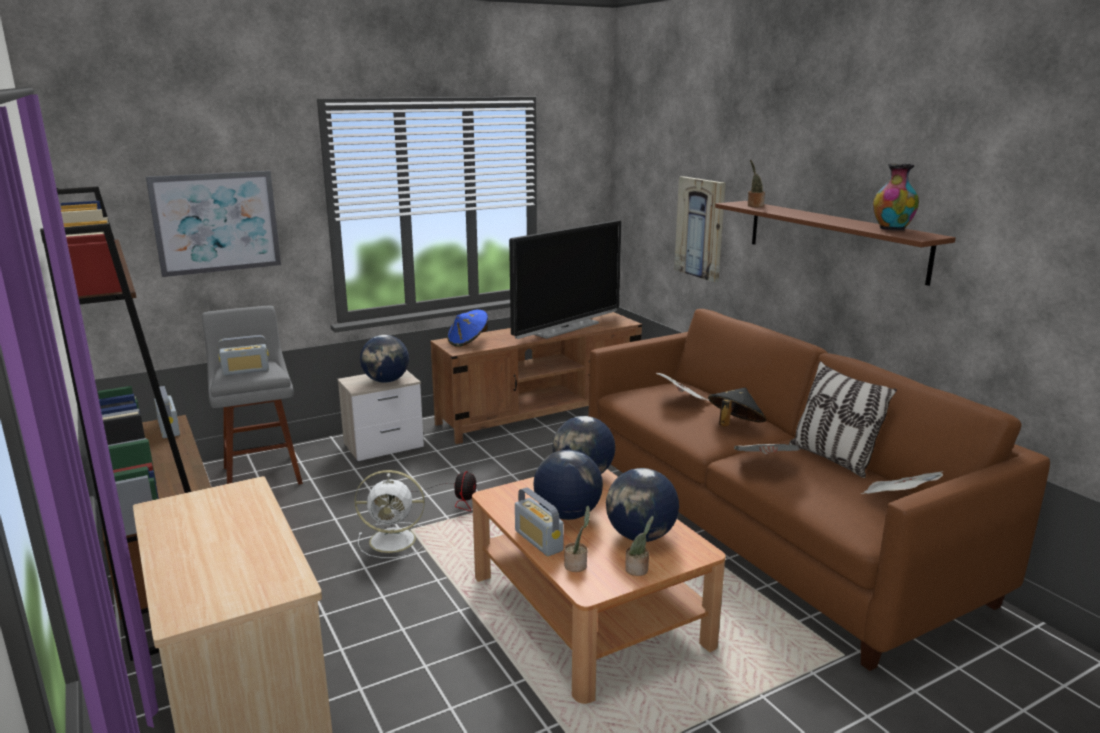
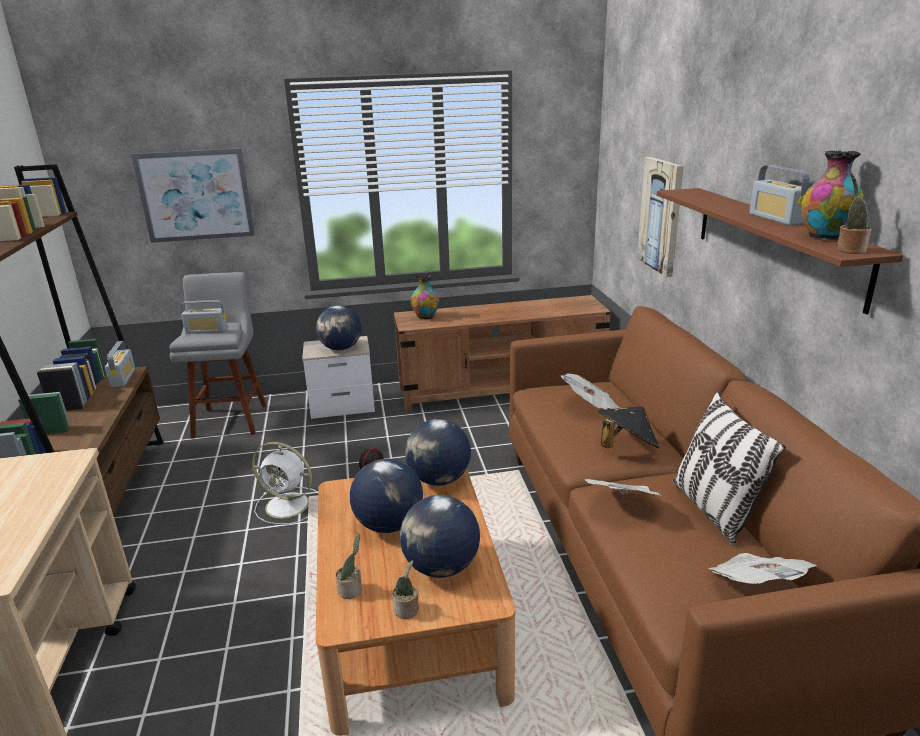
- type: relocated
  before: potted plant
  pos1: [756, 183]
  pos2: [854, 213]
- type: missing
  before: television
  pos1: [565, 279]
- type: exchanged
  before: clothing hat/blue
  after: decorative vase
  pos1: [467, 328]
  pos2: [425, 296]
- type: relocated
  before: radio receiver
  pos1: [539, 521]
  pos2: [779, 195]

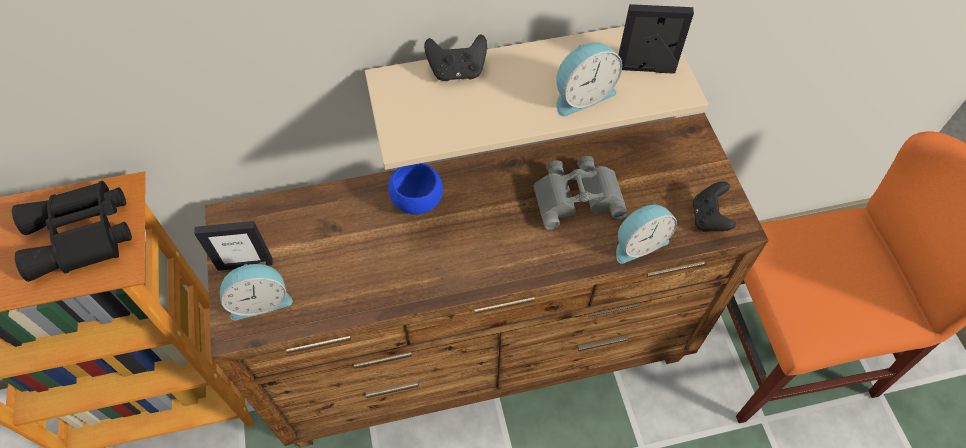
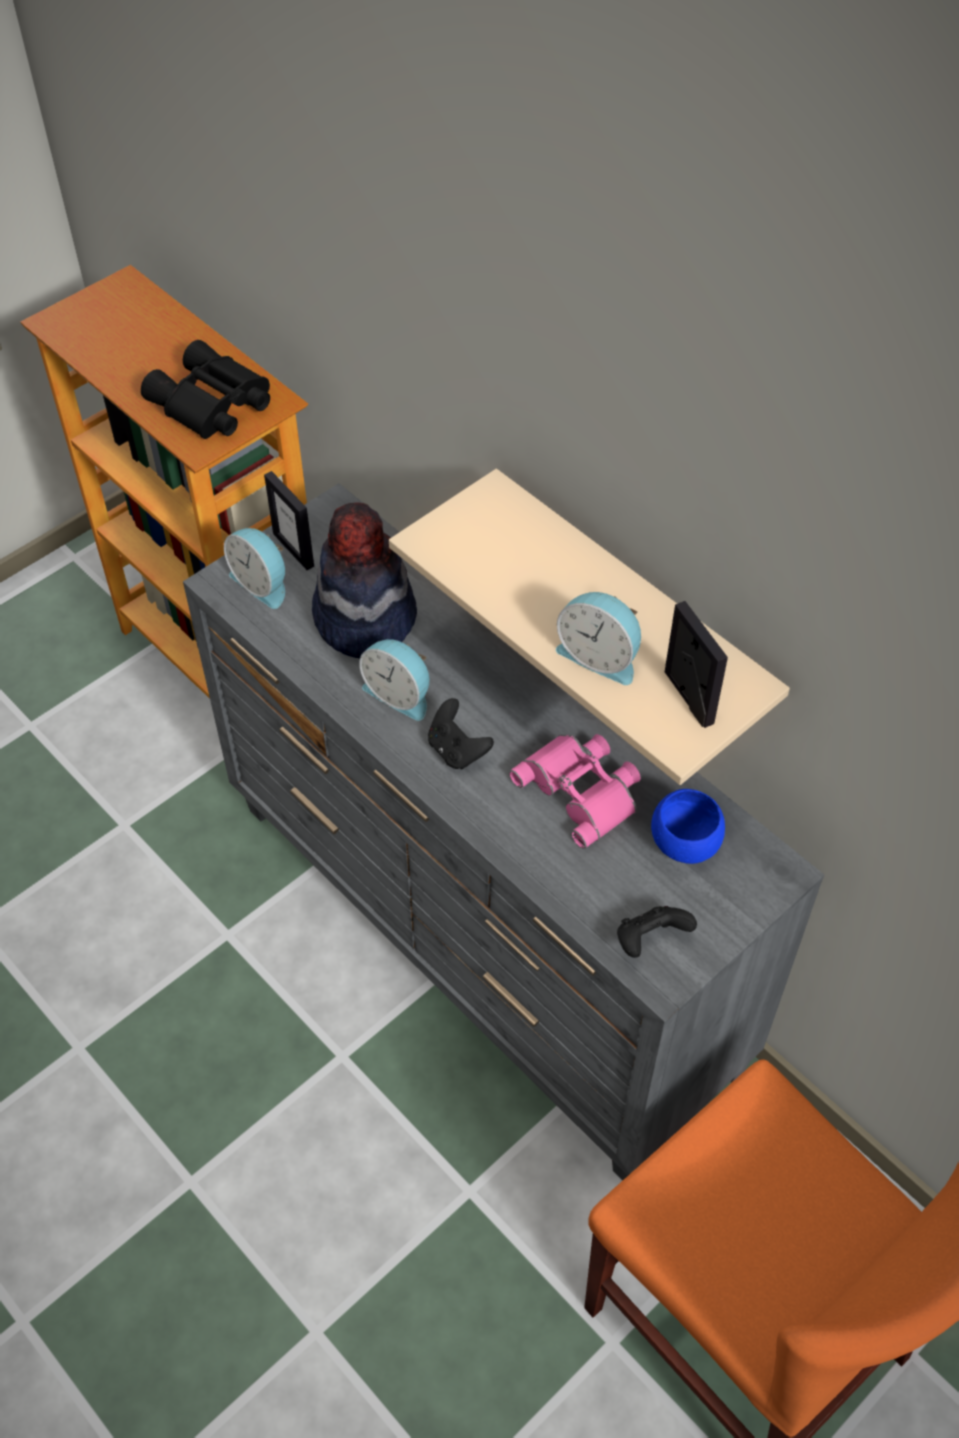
- type: relocated
  before: gamepad/blackish
  pos1: [455, 57]
  pos2: [461, 733]
- type: colour
  before: dresser/brown
  after: dresser/greyish
  pos1: [487, 280]
  pos2: [503, 831]
- type: colour
  before: field glasses/greyish
  after: field glasses/pinkish
  pos1: [580, 193]
  pos2: [575, 791]
- type: relocated
  before: bowl/blue
  pos1: [415, 189]
  pos2: [688, 826]
- type: relocated
  before: bedside clock
  pos1: [646, 233]
  pos2: [394, 680]
- type: appeared
  after: clothing hat
  pos2: [364, 580]

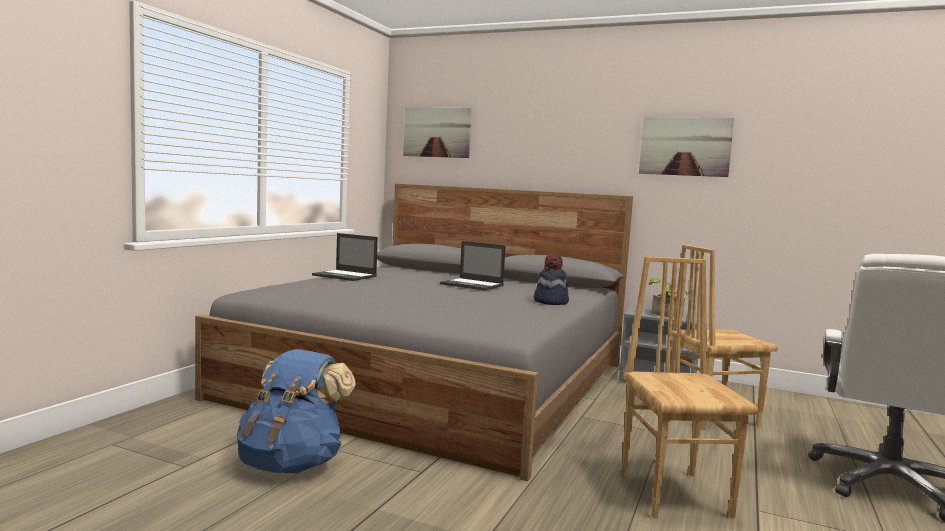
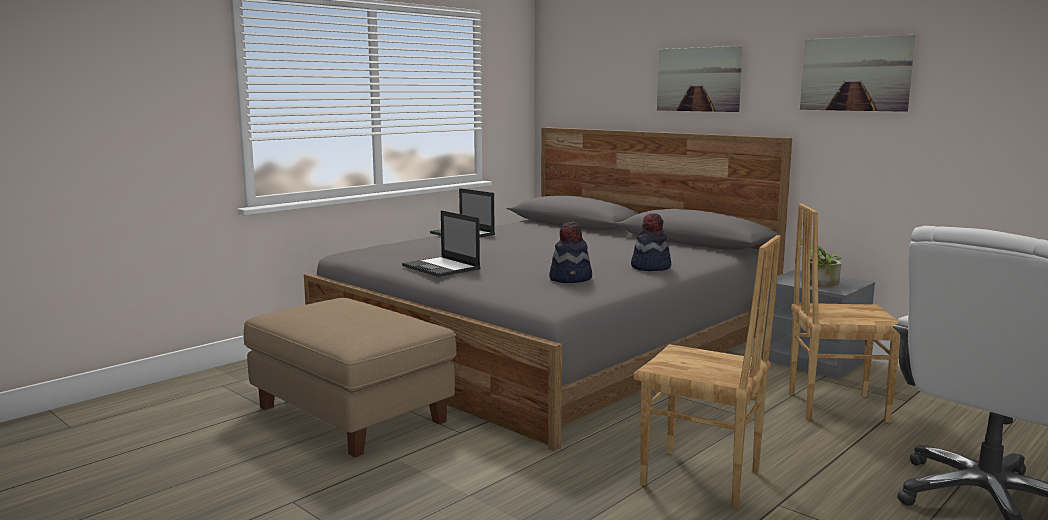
- type: relocated
  before: wall art
  pos1: [437, 132]
  pos2: [700, 79]
- type: relocated
  before: laptop
  pos1: [473, 266]
  pos2: [441, 243]
- type: spun
  before: upright chair/brown
  pos1: [690, 387]
  pos2: [707, 372]
  turn: 105
- type: exchanged
  before: backpack/blue
  after: ottoman/beige-coloured
  pos1: [296, 411]
  pos2: [350, 377]
- type: appeared
  after: clothing hat
  pos2: [570, 252]

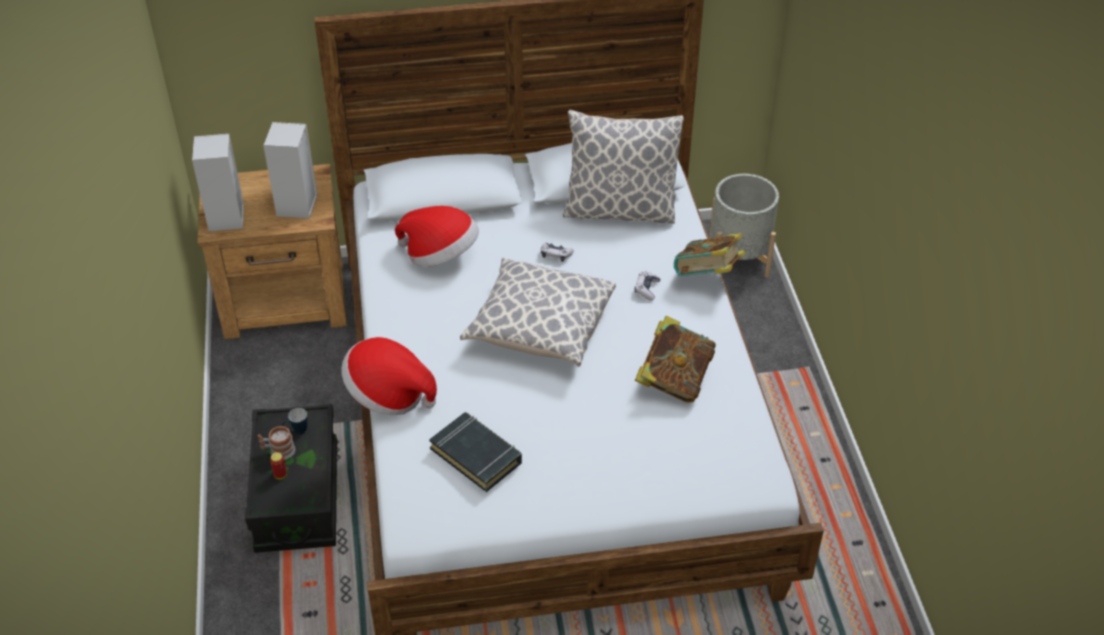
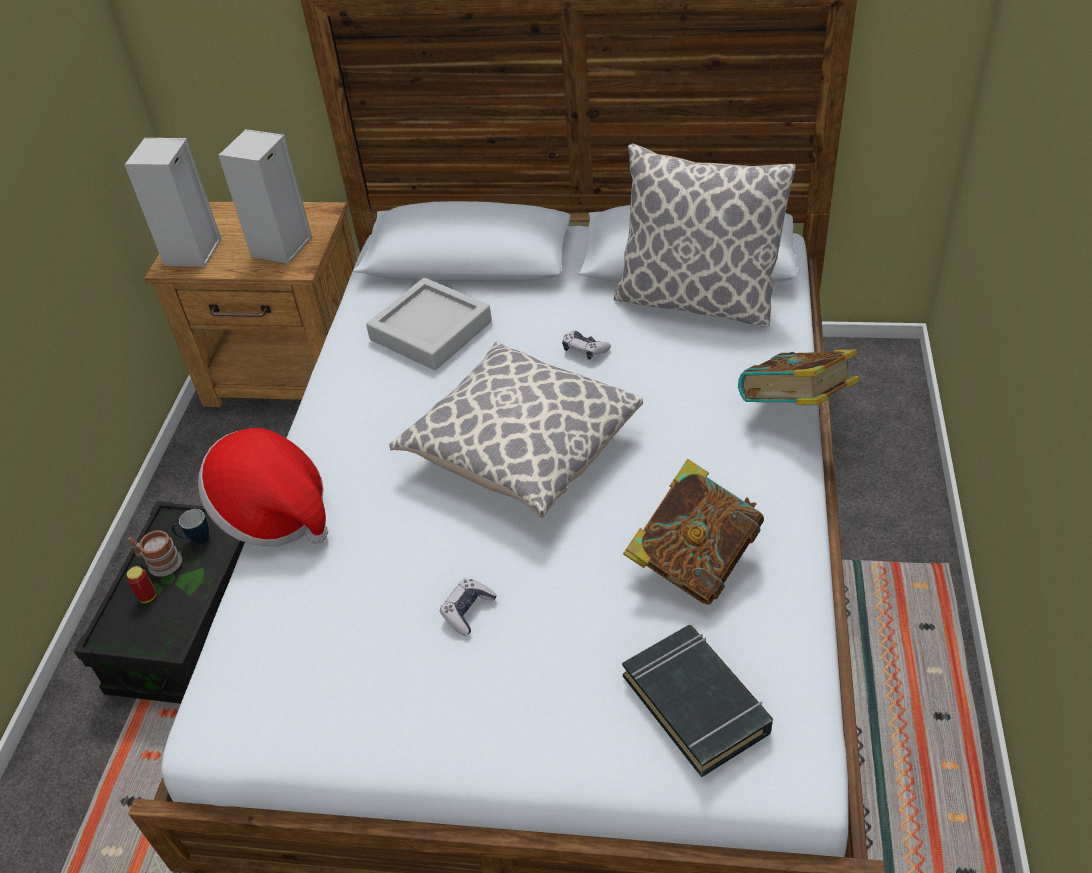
- type: missing
  before: planter/greyish
  pos1: [744, 225]
- type: exchanged
  before: clothing hat
  after: carrying tray/greyish
  pos1: [437, 236]
  pos2: [429, 324]
- type: relocated
  before: gamepad
  pos1: [647, 286]
  pos2: [468, 607]
- type: relocated
  before: bound book/blackish
  pos1: [475, 452]
  pos2: [697, 701]

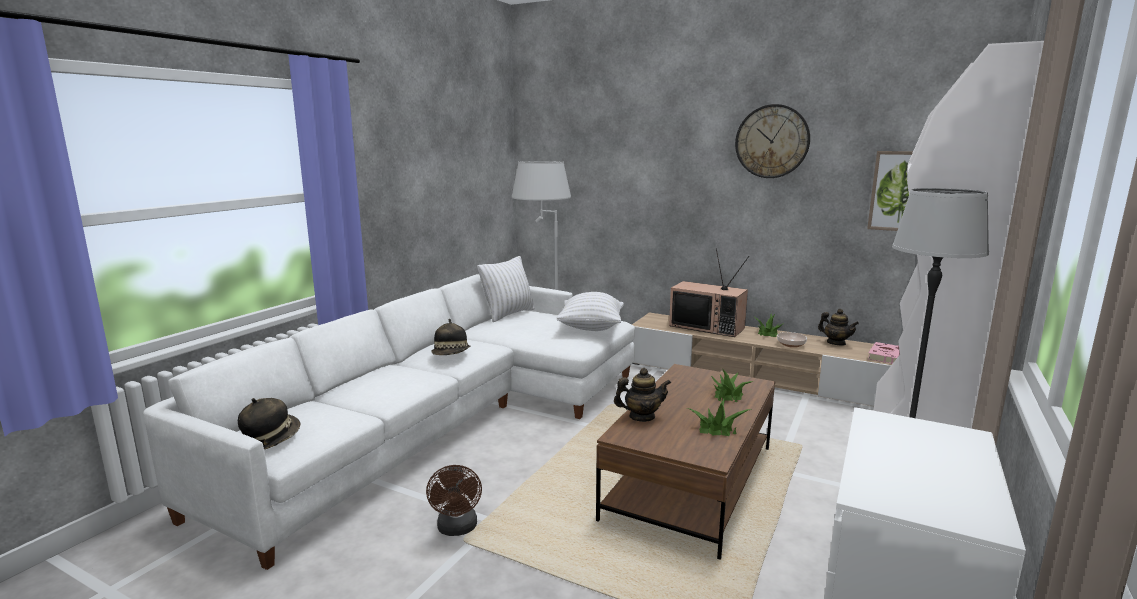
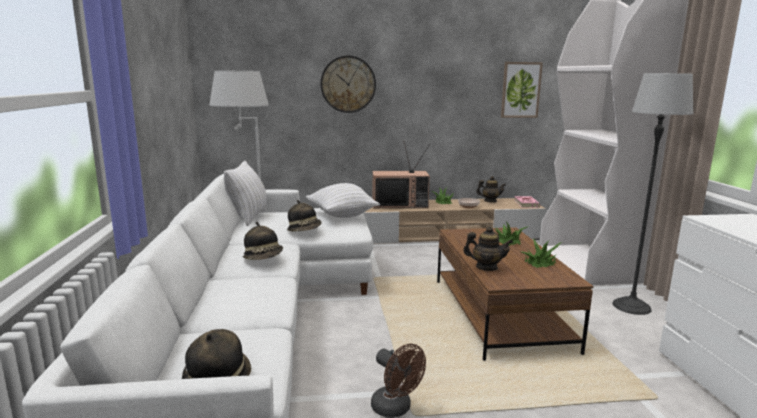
- type: relocated
  before: clock on the wall
  pos1: [772, 141]
  pos2: [348, 84]
- type: spun
  before: tea pot
  pos1: [642, 395]
  pos2: [488, 248]
  turn: 60
- type: appeared
  after: clothing hat
  pos2: [304, 216]

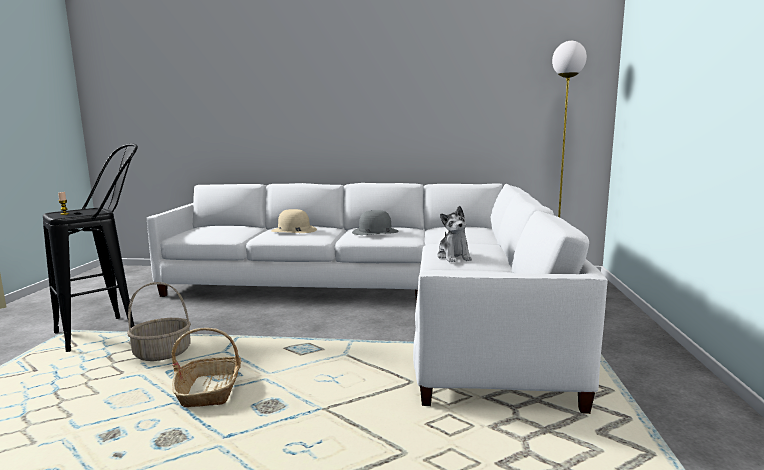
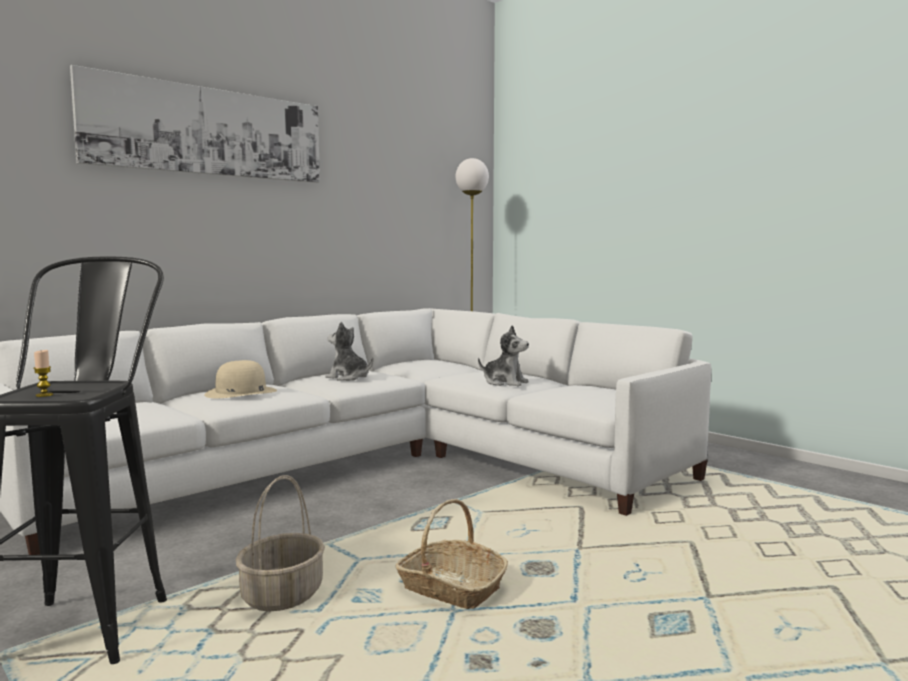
- type: exchanged
  before: clothing hat/greyish
  after: soft toy
  pos1: [375, 222]
  pos2: [349, 351]
- type: appeared
  after: wall art
  pos2: [195, 124]

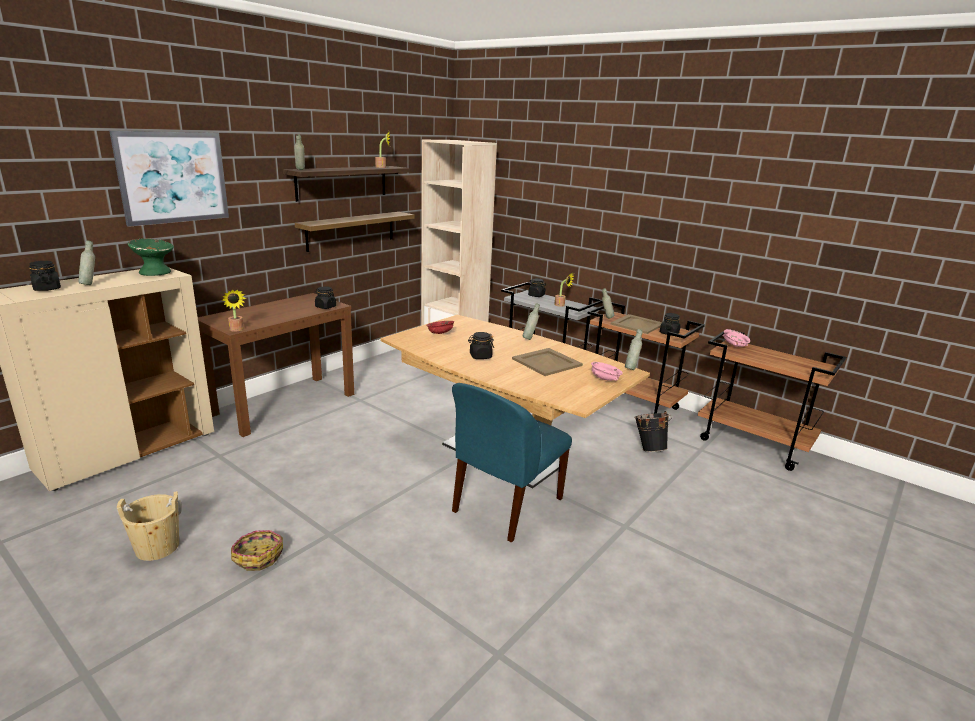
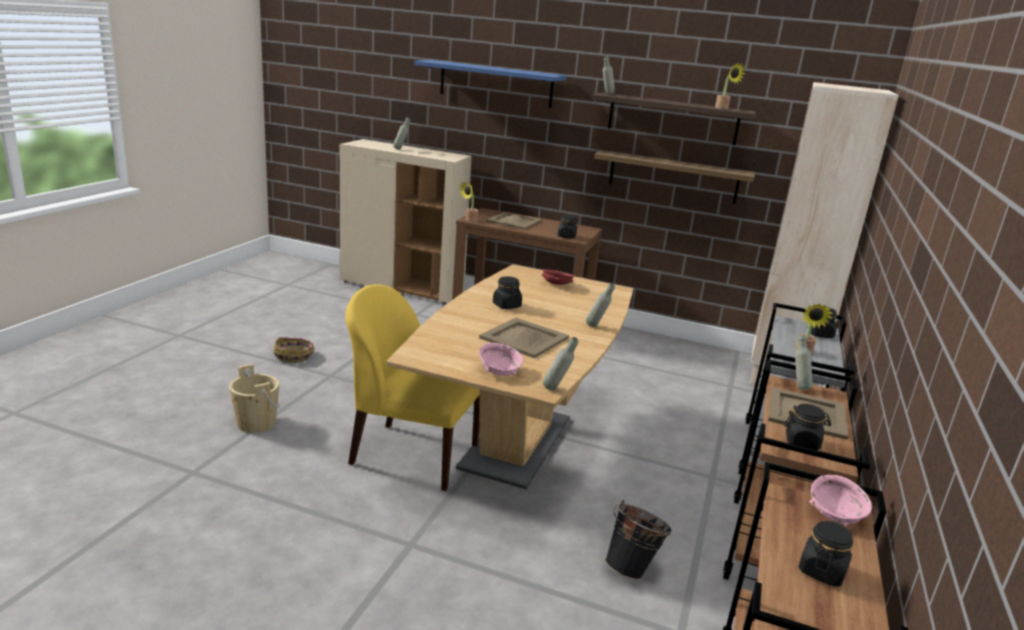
- type: exchanged
  before: wall art
  after: bracket shelf/blue
  pos1: [169, 179]
  pos2: [490, 84]
- type: missing
  before: bowl/green
  pos1: [150, 257]
- type: relocated
  before: storage jar/blackish
  pos1: [45, 276]
  pos2: [825, 554]
- type: colour
  before: upright chair/blue
  after: upright chair/yellowish
  pos1: [512, 463]
  pos2: [412, 388]
- type: relocated
  before: water bucket/beige-coloured
  pos1: [149, 526]
  pos2: [254, 398]
- type: appeared
  after: carrying tray/beige-coloured
  pos2: [514, 221]

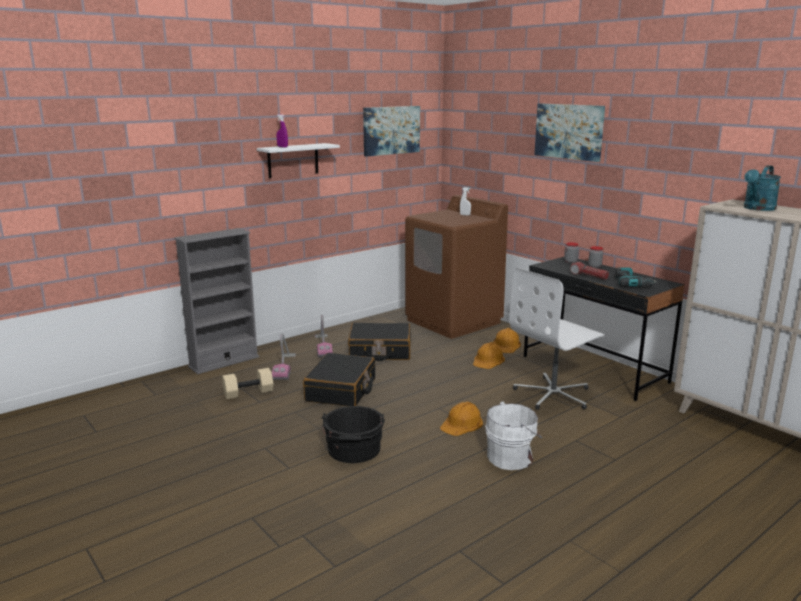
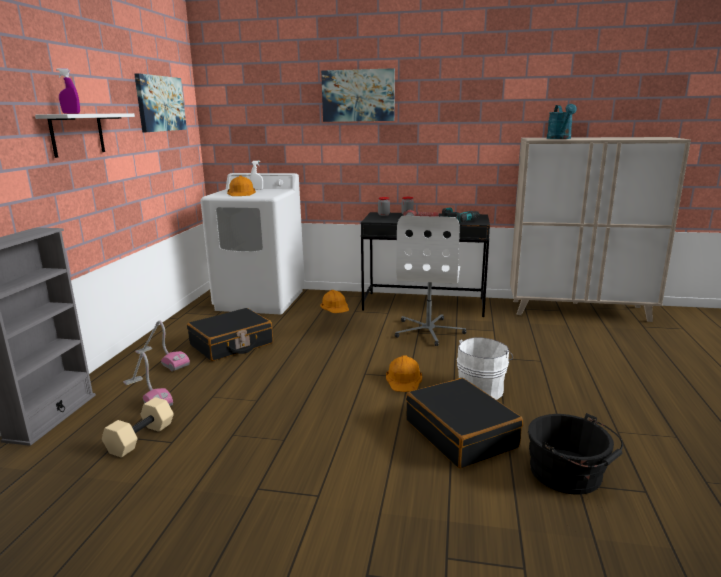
- type: colour
  before: laundry machine/brown
  after: laundry machine/white
  pos1: [456, 267]
  pos2: [253, 243]
- type: relocated
  before: hard hat/orangey
  pos1: [489, 355]
  pos2: [241, 186]
- type: relocated
  before: piece of luggage/blackish
  pos1: [339, 379]
  pos2: [464, 423]
- type: relocated
  before: water bucket/blackish
  pos1: [353, 434]
  pos2: [575, 454]

